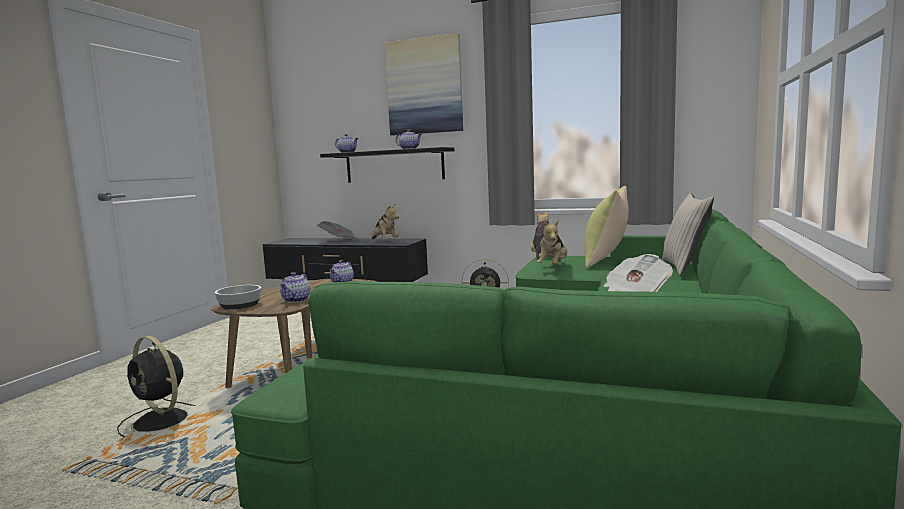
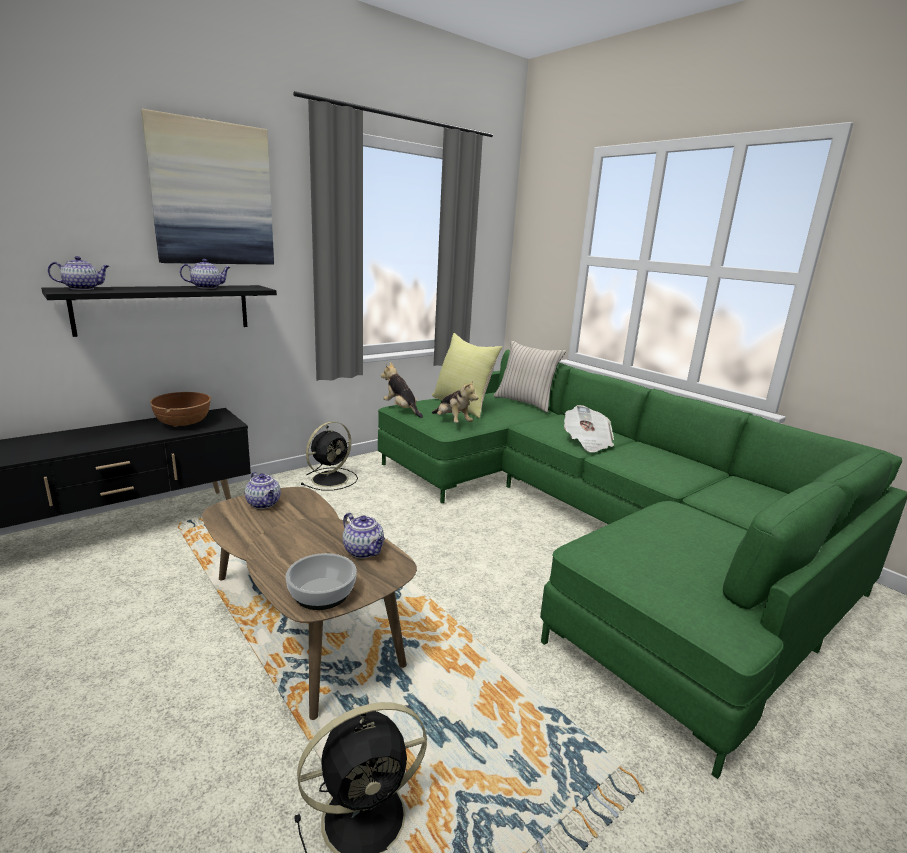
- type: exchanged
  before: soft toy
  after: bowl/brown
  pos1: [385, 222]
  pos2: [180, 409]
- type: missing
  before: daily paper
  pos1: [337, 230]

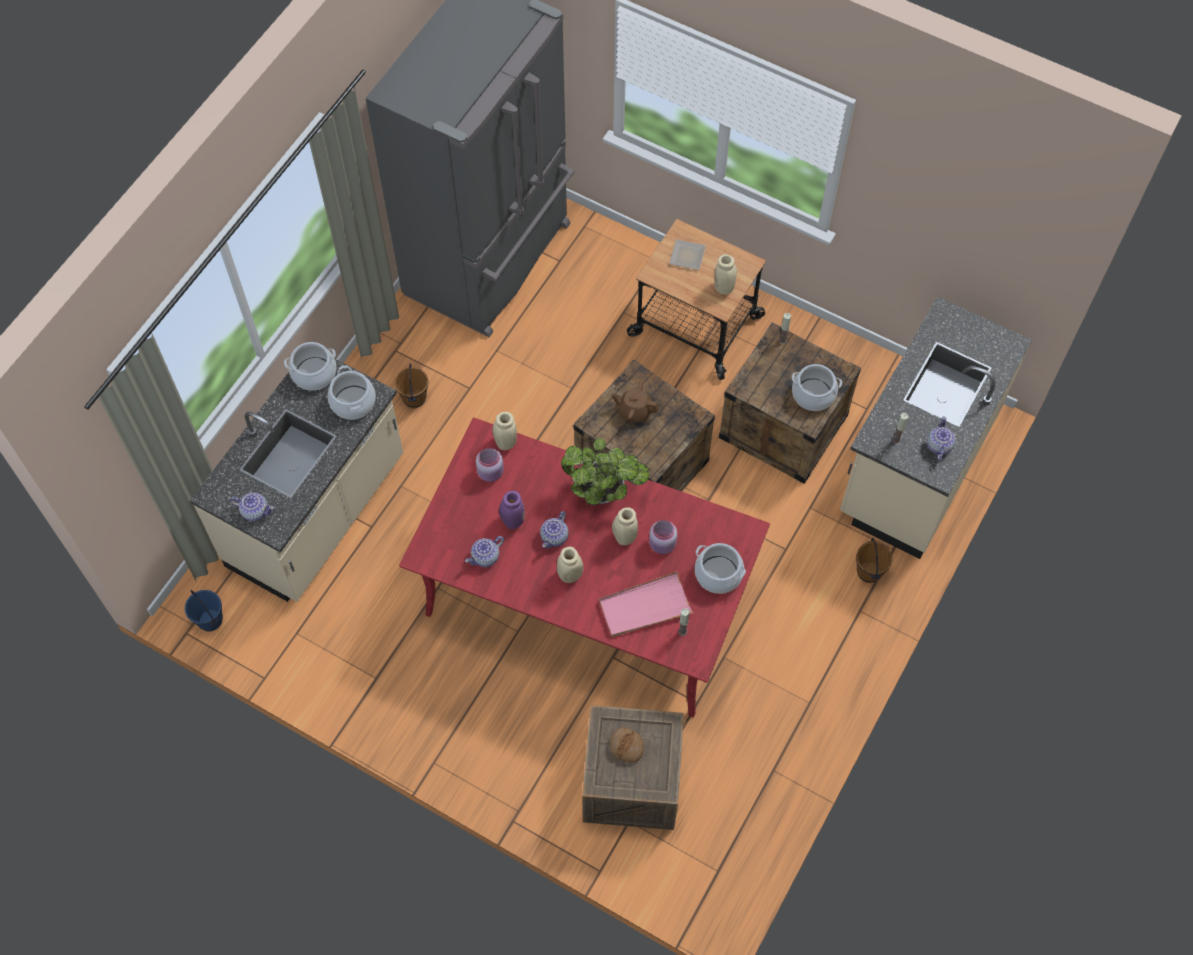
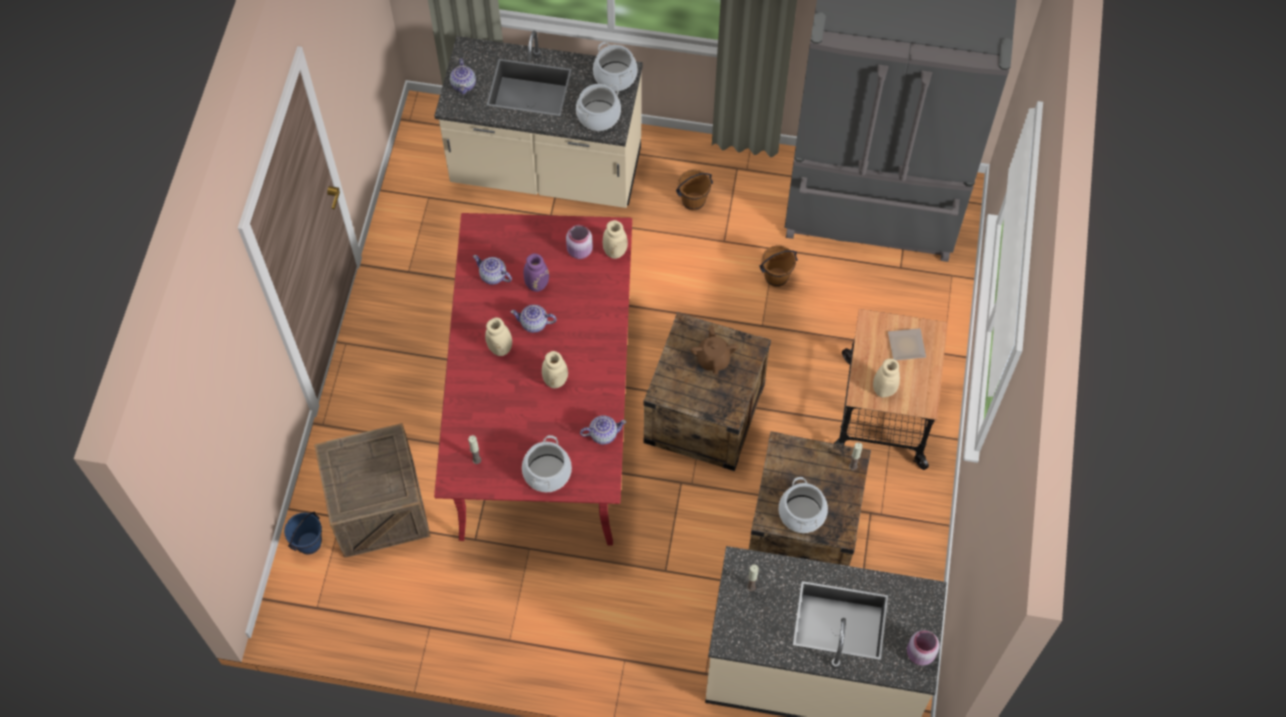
- type: relocated
  before: tea pot
  pos1: [941, 438]
  pos2: [603, 430]
- type: missing
  before: potted plant
  pos1: [605, 471]
- type: relocated
  before: storage jar/pinkish
  pos1: [663, 537]
  pos2: [923, 648]
- type: relocated
  before: water bucket/brown
  pos1: [874, 560]
  pos2: [778, 266]
- type: missing
  before: carrying tray/pinkish
  pos1: [646, 604]
- type: relocated
  before: water bucket/blue
  pos1: [204, 610]
  pos2: [303, 532]
- type: missing
  before: baked bread
  pos1: [626, 745]

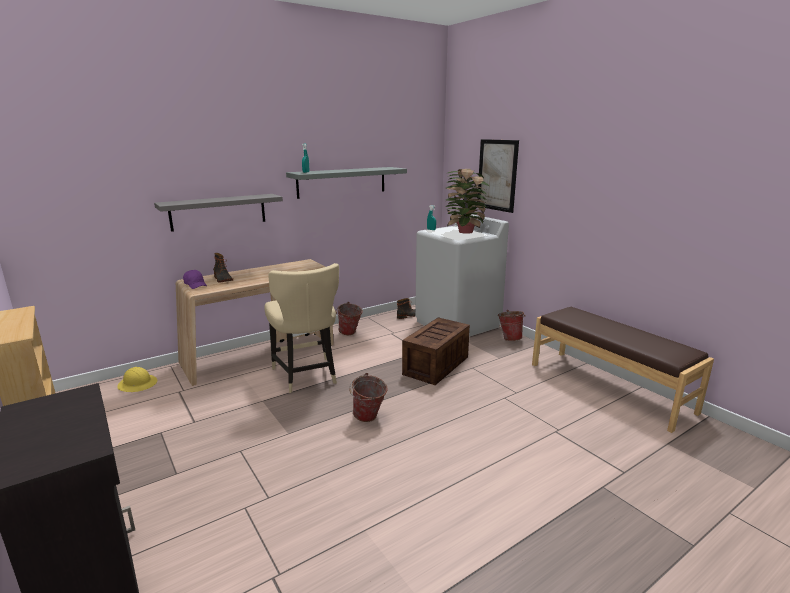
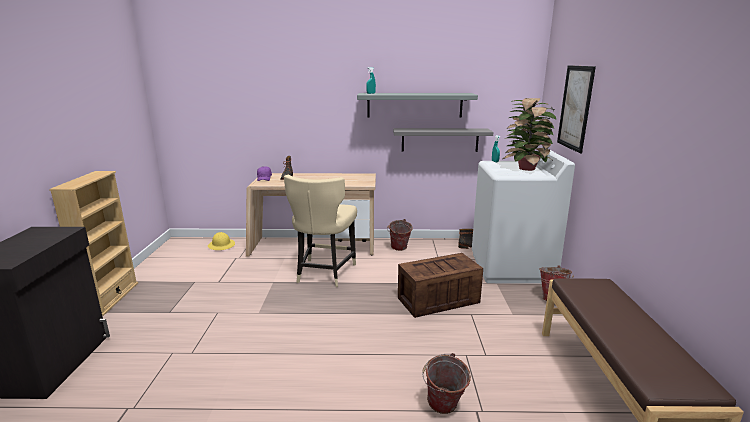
- type: relocated
  before: bracket shelf/greyish
  pos1: [218, 213]
  pos2: [443, 140]
- type: relocated
  before: water bucket
  pos1: [368, 397]
  pos2: [446, 383]

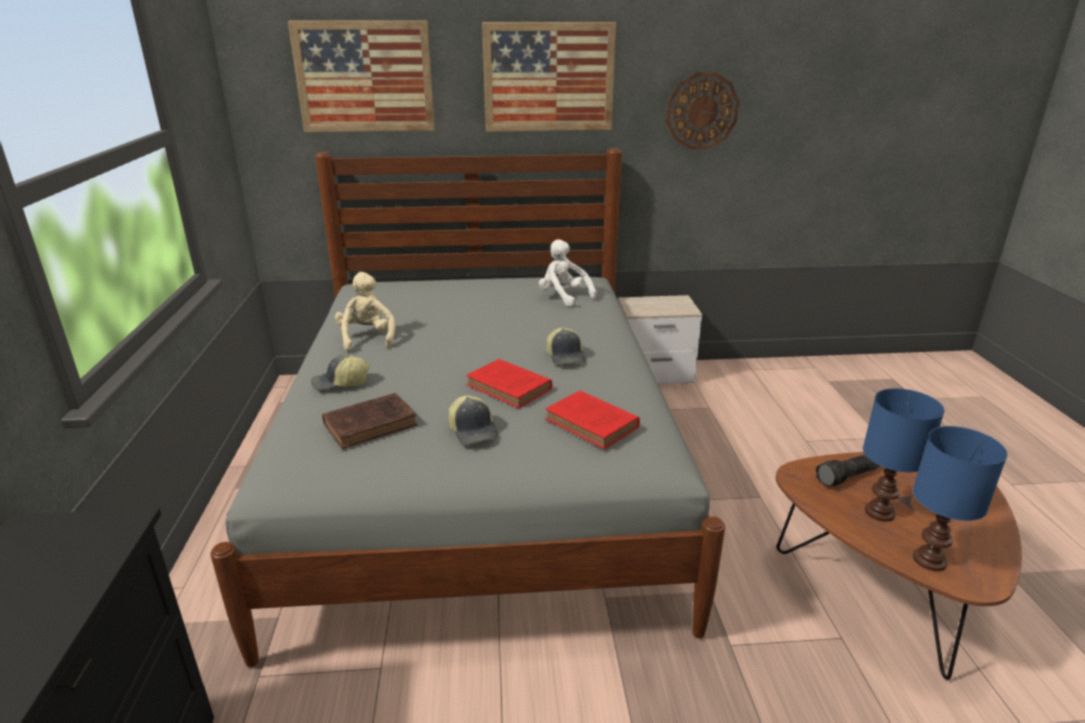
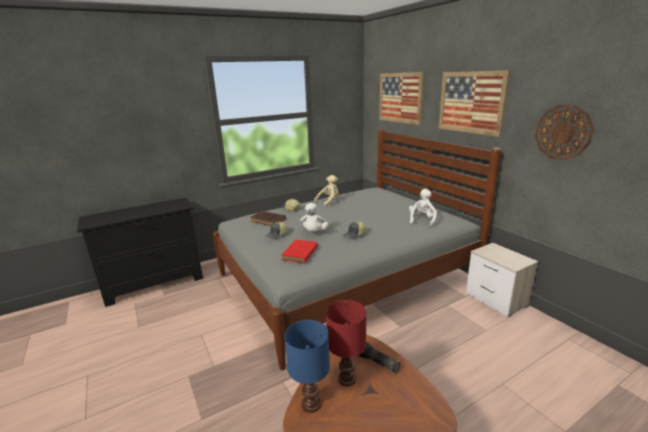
- type: exchanged
  before: bound book/red-coloured
  after: soft toy/white
  pos1: [509, 383]
  pos2: [314, 217]
- type: colour
  before: tabletop lamp/blue
  after: tabletop lamp/red-coloured
  pos1: [904, 455]
  pos2: [346, 343]

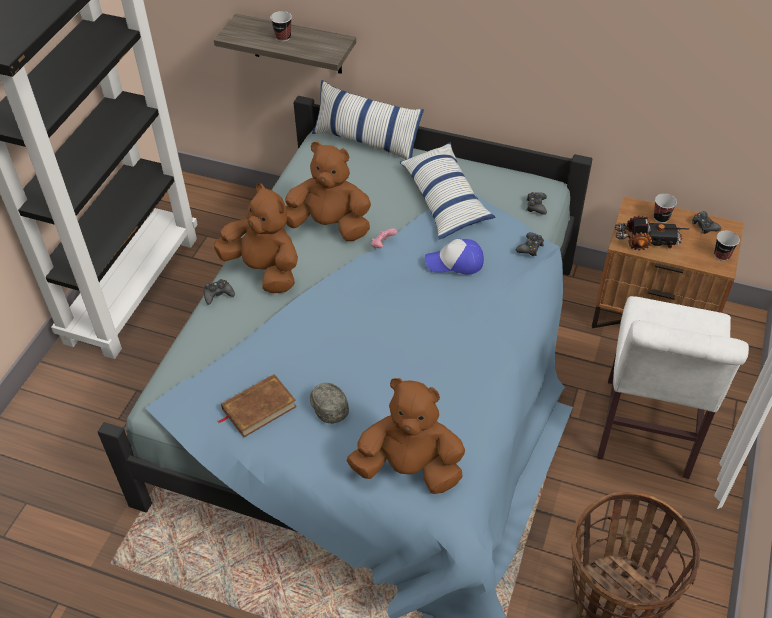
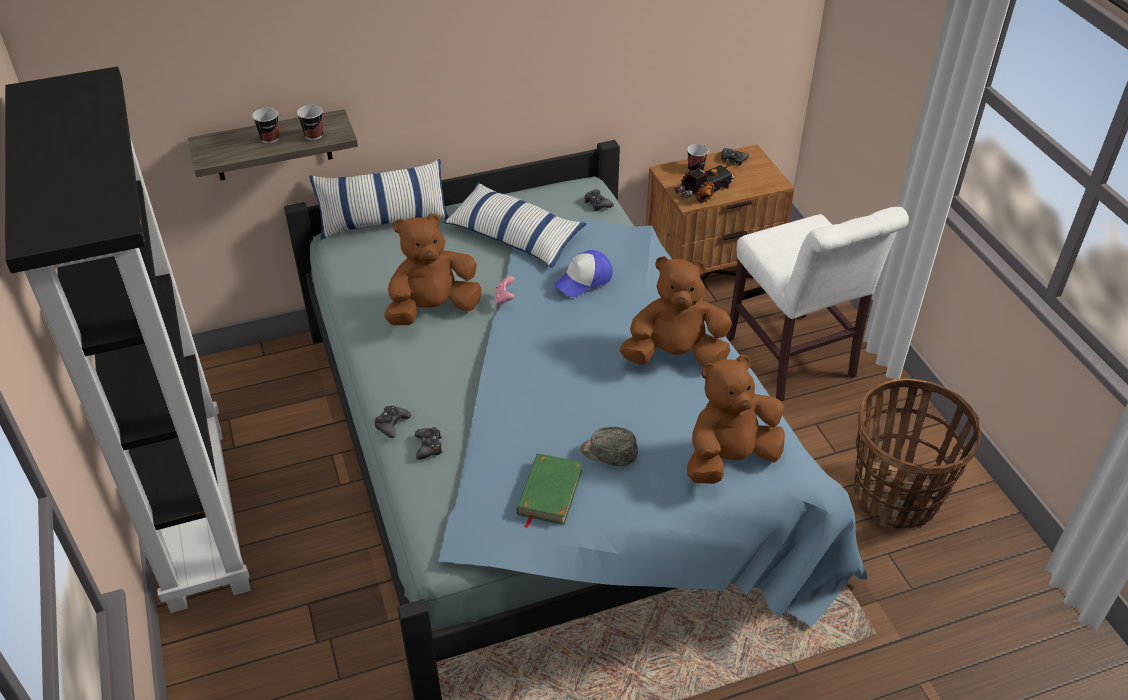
- type: relocated
  before: soft toy/brown
  pos1: [256, 238]
  pos2: [676, 311]
- type: relocated
  before: cup
  pos1: [727, 246]
  pos2: [310, 122]
- type: relocated
  before: gamepad/blackish
  pos1: [530, 244]
  pos2: [429, 443]
- type: colour
  before: bound book/brown
  after: bound book/green
  pos1: [257, 406]
  pos2: [549, 490]

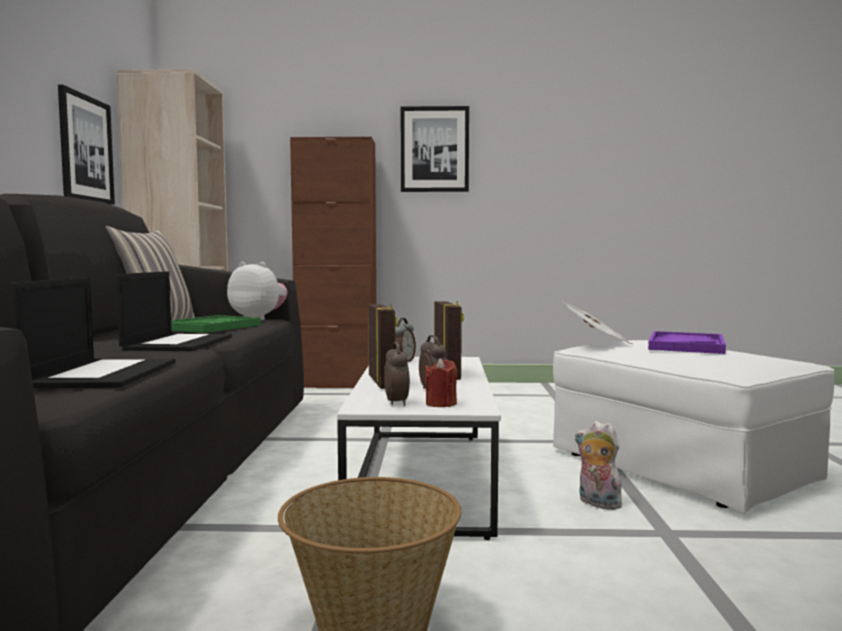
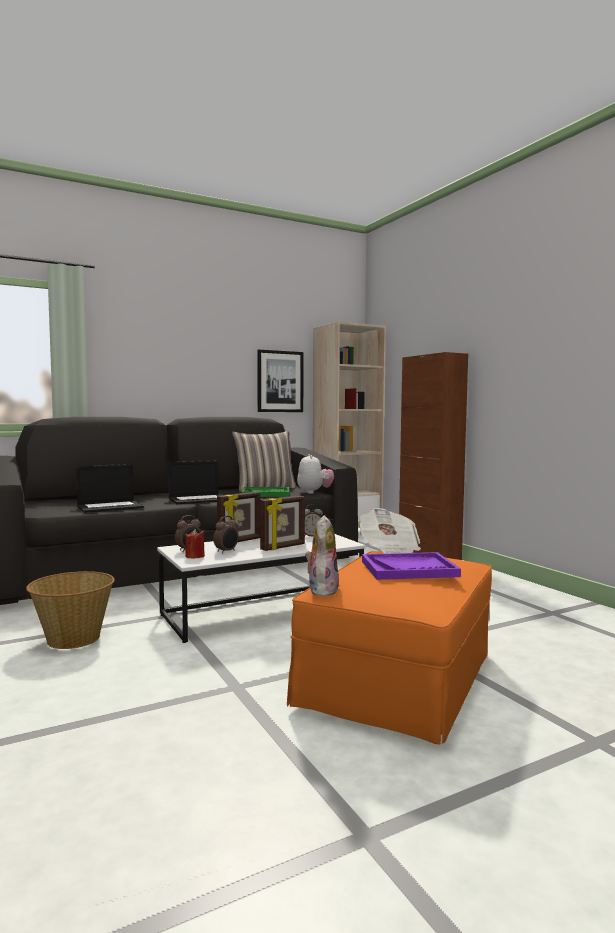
- type: missing
  before: wall art
  pos1: [435, 149]
- type: colour
  before: ottoman/white
  after: ottoman/orangey
  pos1: [693, 427]
  pos2: [389, 647]
- type: relocated
  before: soft toy
  pos1: [598, 465]
  pos2: [322, 555]

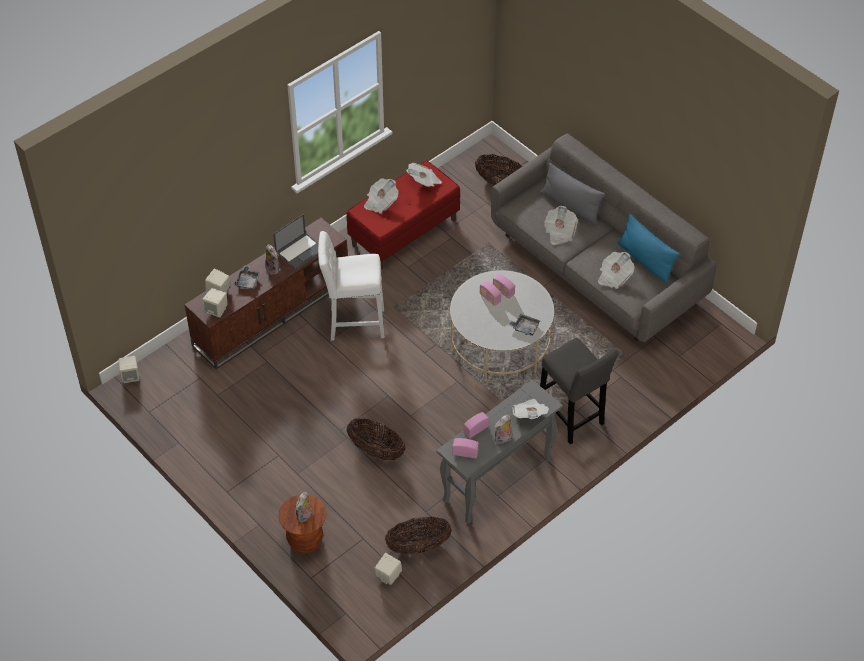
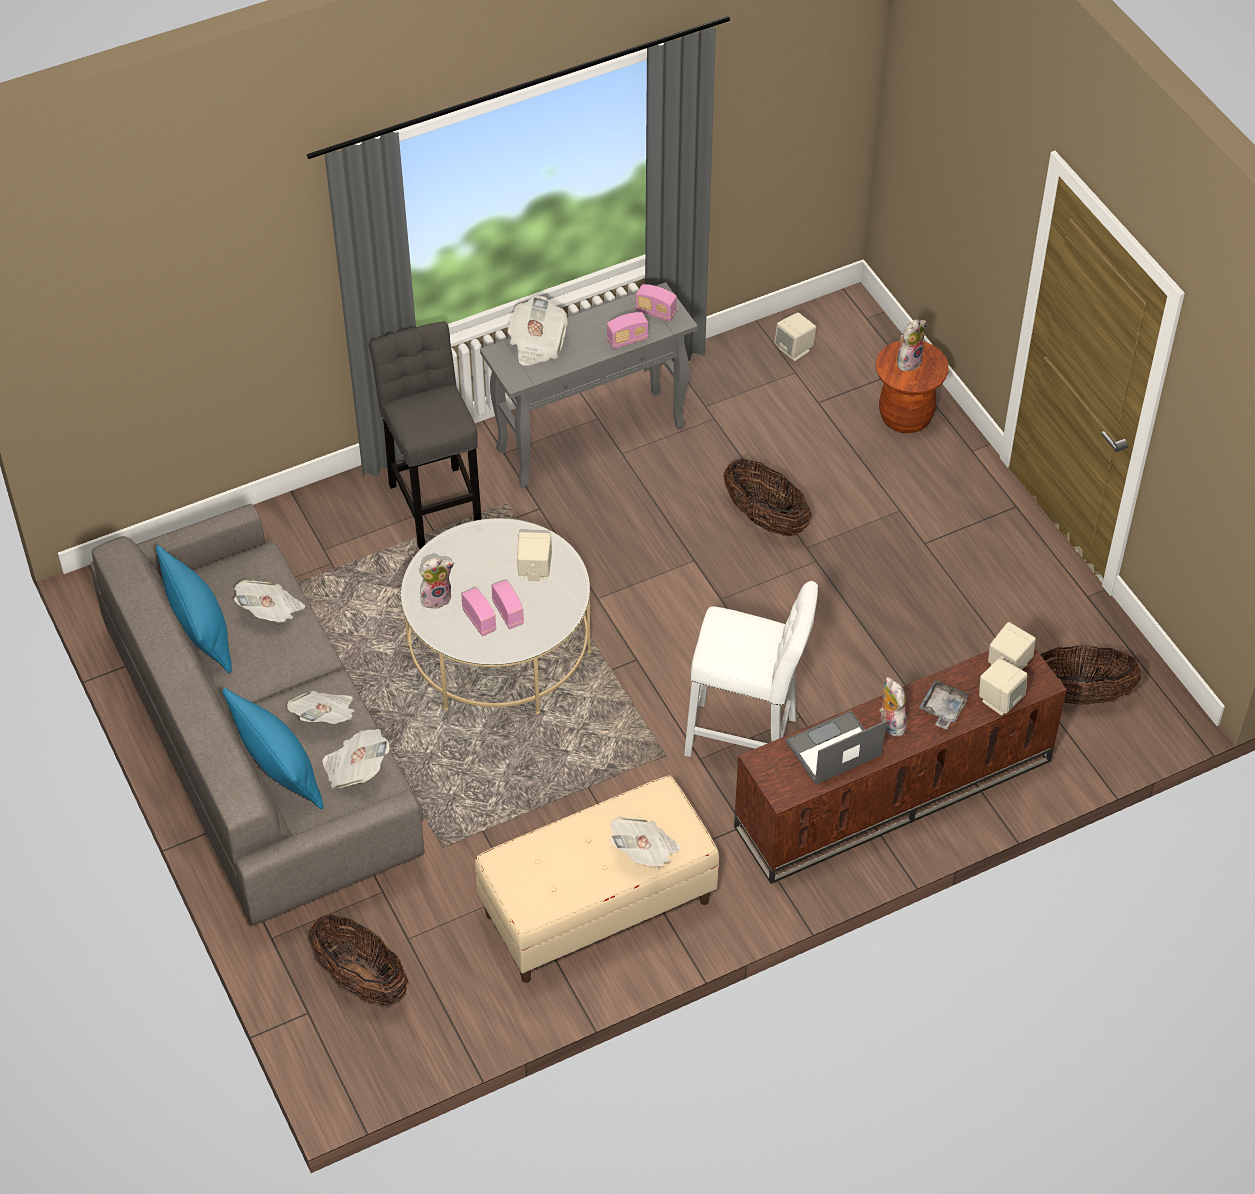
- type: colour
  before: bench/red-coloured
  after: bench/beige-coloured
  pos1: [403, 215]
  pos2: [597, 879]
- type: relocated
  before: daily paper
  pos1: [424, 175]
  pos2: [355, 758]
- type: colour
  before: cushion/greyish
  after: cushion/blue
  pos1: [572, 194]
  pos2: [273, 748]
- type: missing
  before: carrying tray/greyish
  pos1: [524, 325]
- type: relocated
  before: loudspeaker/beige-coloured
  pos1: [129, 369]
  pos2: [534, 556]
- type: relocated
  before: soft toy
  pos1: [503, 429]
  pos2: [437, 583]
- type: relocated
  before: storage basket
  pos1: [418, 535]
  pos2: [1090, 675]

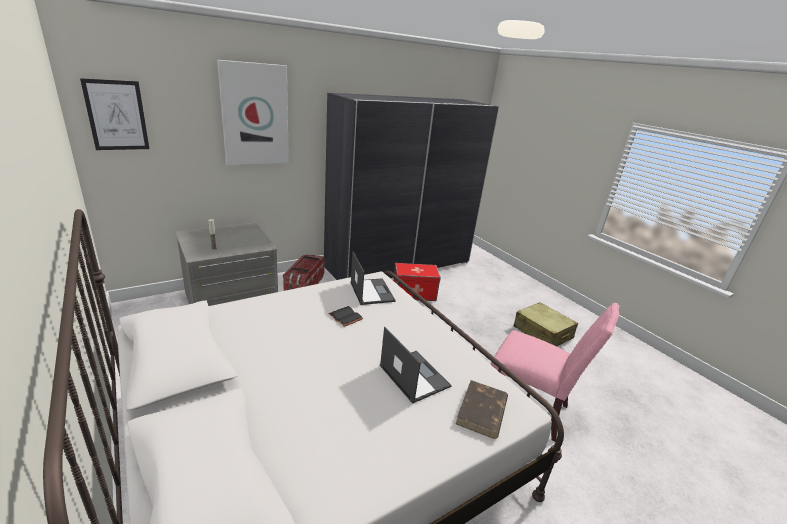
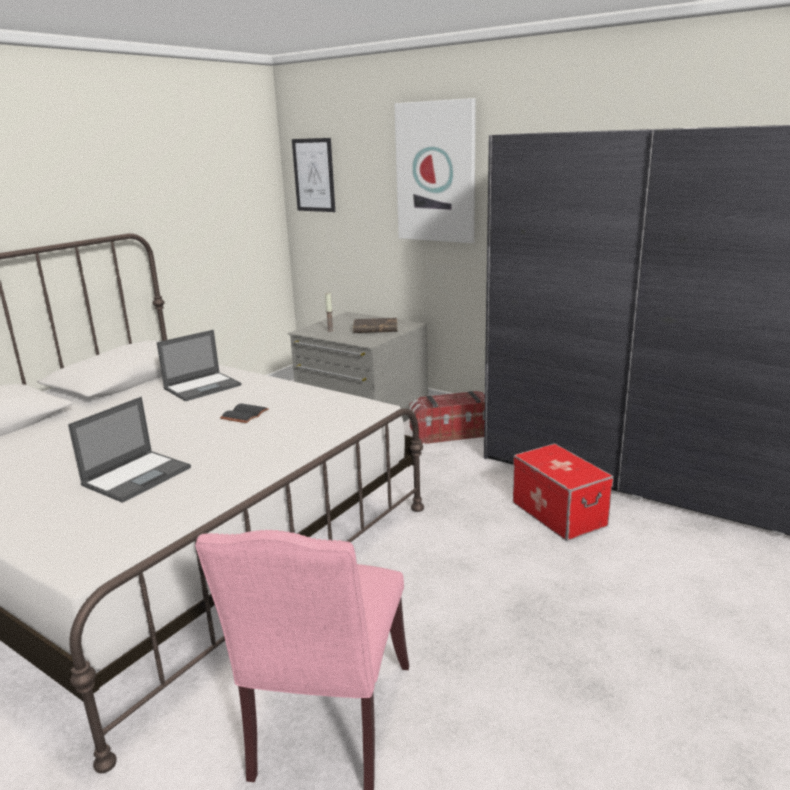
- type: relocated
  before: laptop
  pos1: [373, 278]
  pos2: [198, 365]
- type: missing
  before: piece of luggage/beige-coloured
  pos1: [546, 324]
- type: relocated
  before: bound book/brown
  pos1: [482, 409]
  pos2: [375, 325]

